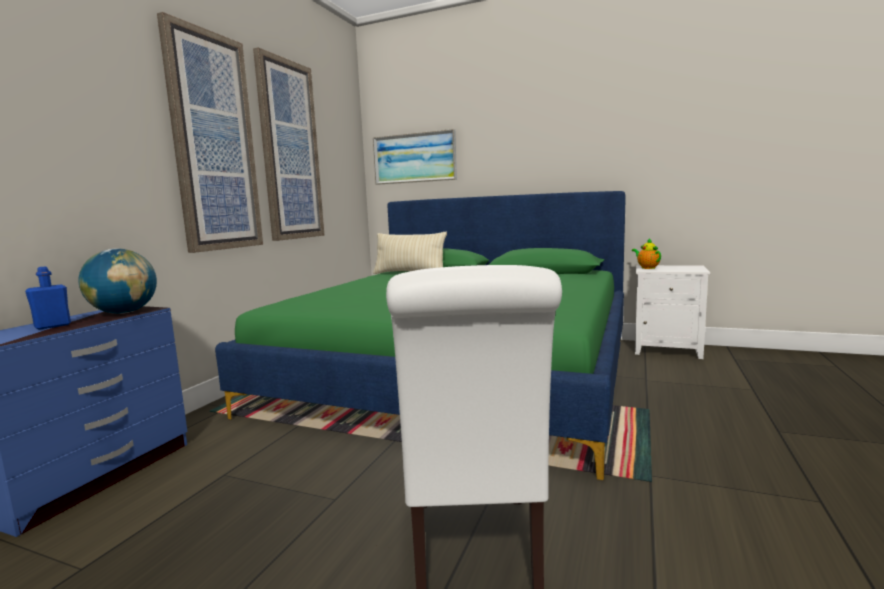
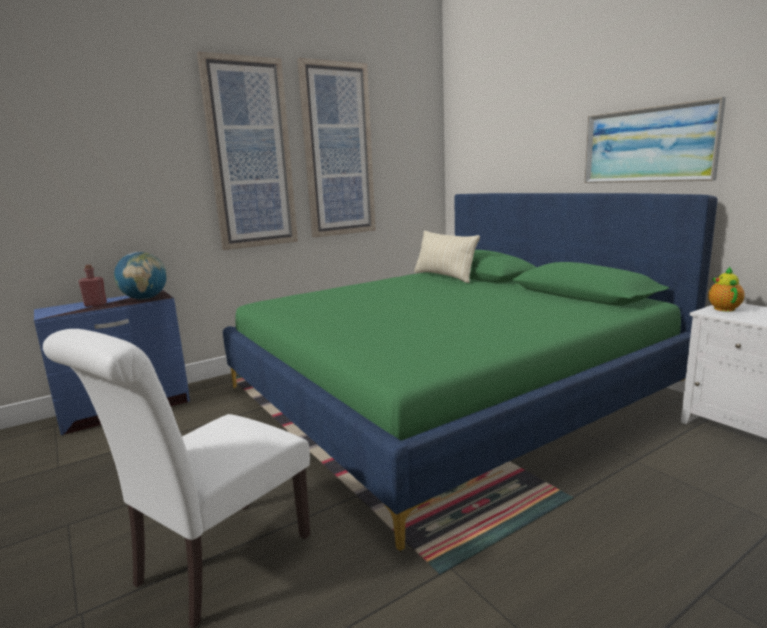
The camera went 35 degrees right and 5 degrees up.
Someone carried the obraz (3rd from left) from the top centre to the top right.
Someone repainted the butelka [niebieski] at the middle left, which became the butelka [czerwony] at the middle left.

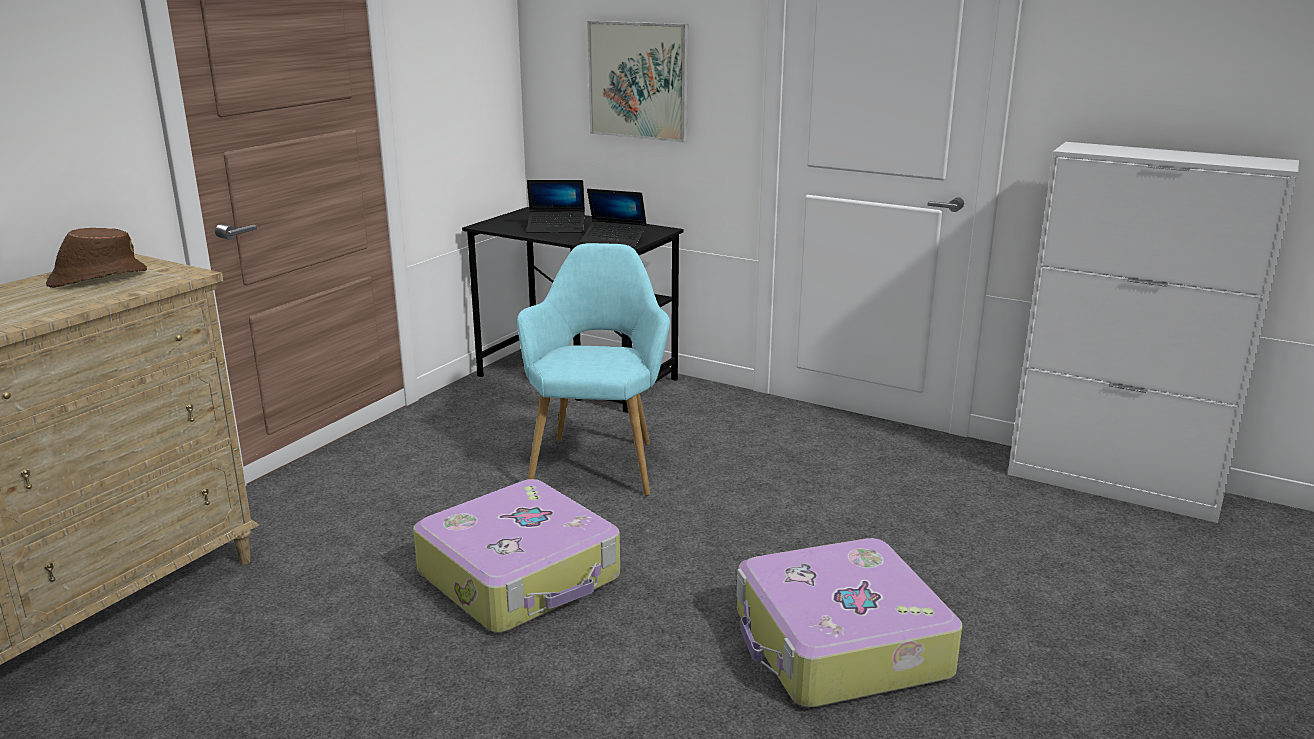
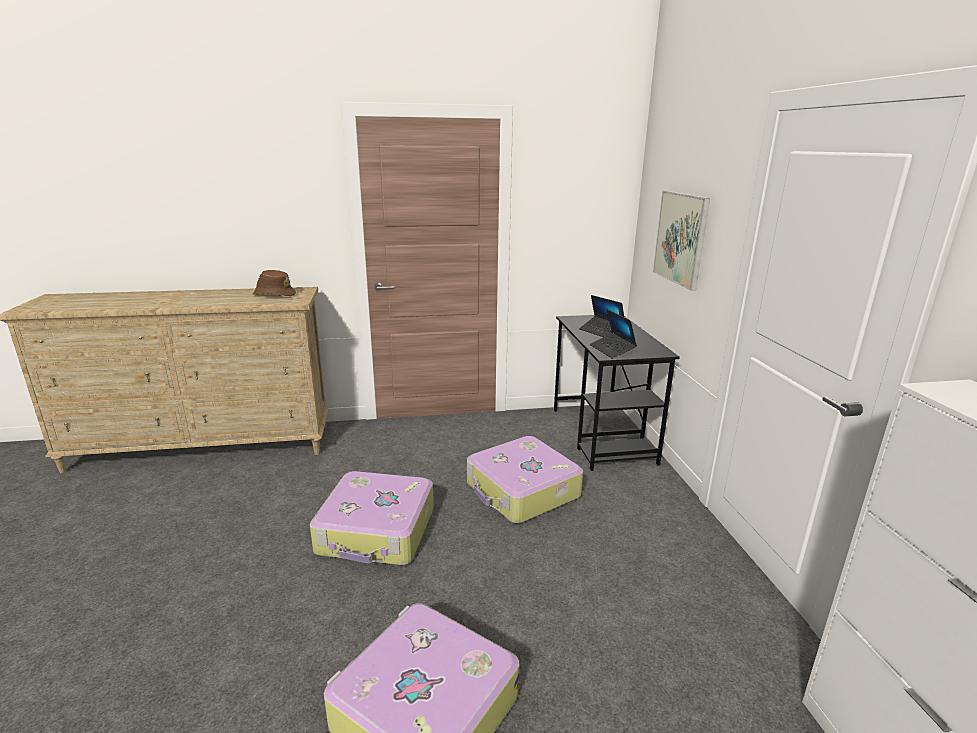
The camera went 50 degrees right and 0 degrees up.
Someone swapped the fotel [turkusowy] at the centre for the walizka (3rd from left) at the centre.

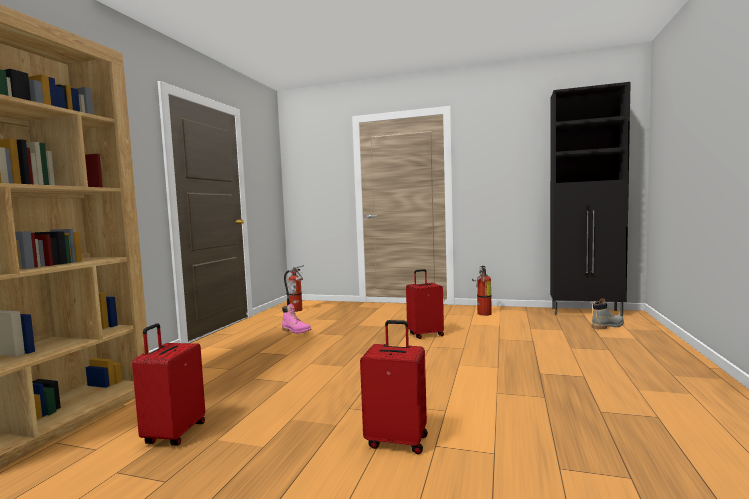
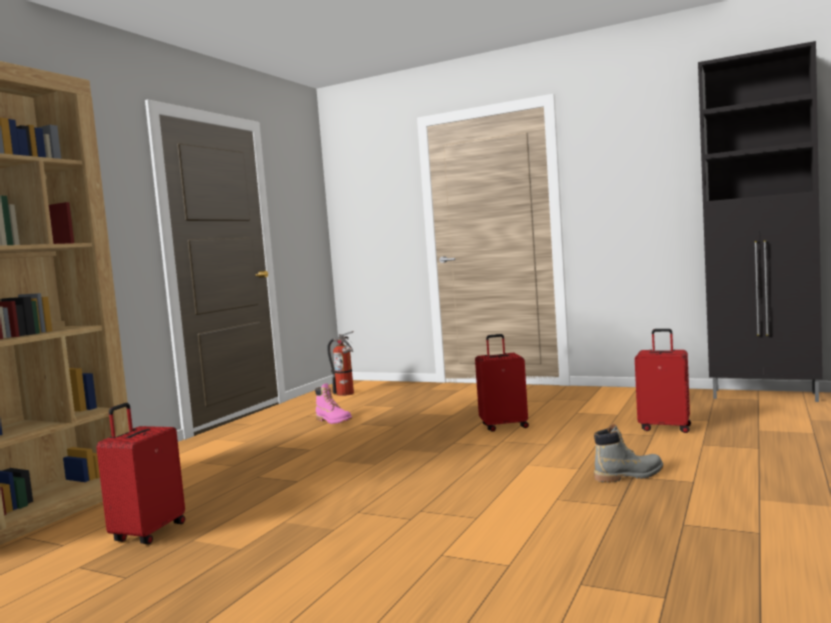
The camera went 10 degrees right and 0 degrees up.
Someone took away the gaśnica (2nd from left) at the centre.
Someone carried the walizka [czerwony] (2nd from left in the first image) from the bottom centre to the middle right.
Someone carried the but z cholewką [szary] from the middle right to the bottom right.

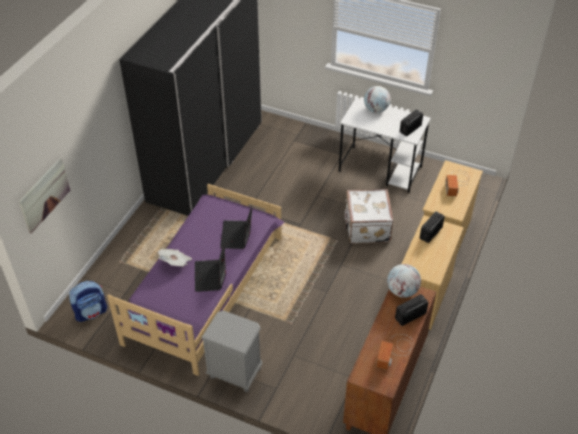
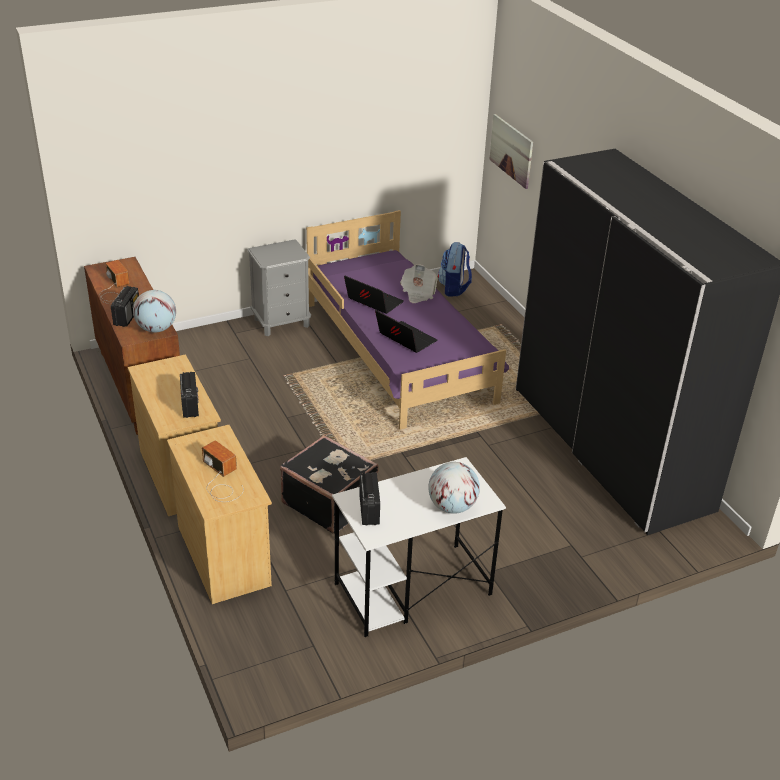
The camera went 130 degrees right and 10 degrees down.
Someone repainted the walizka [biały] at the centre, which became the walizka [czarny] at the centre.

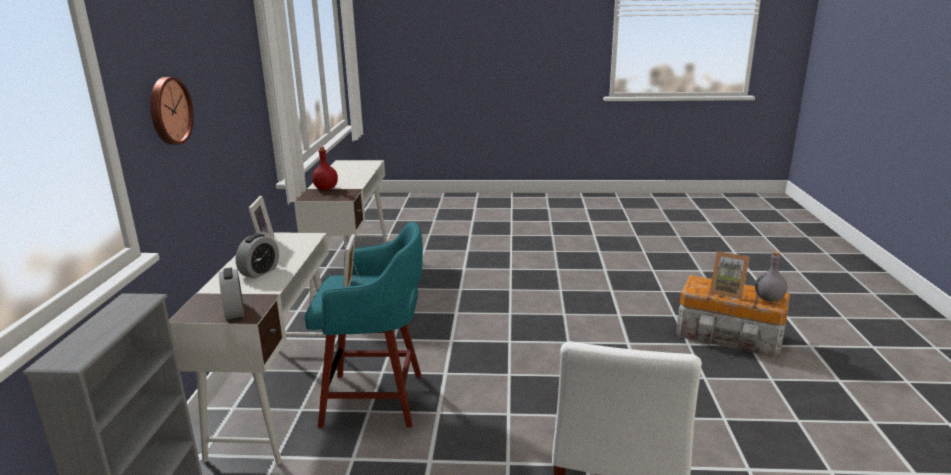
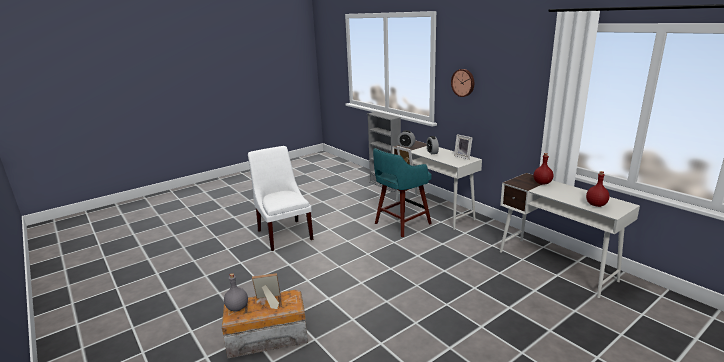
The camera went 140 degrees right and 0 degrees up.
Someone put down the butelka [czerwony] (2nd from left) at the middle right.

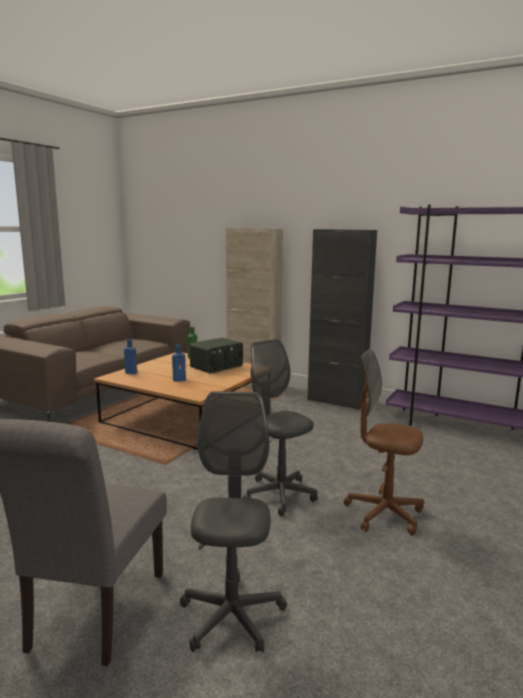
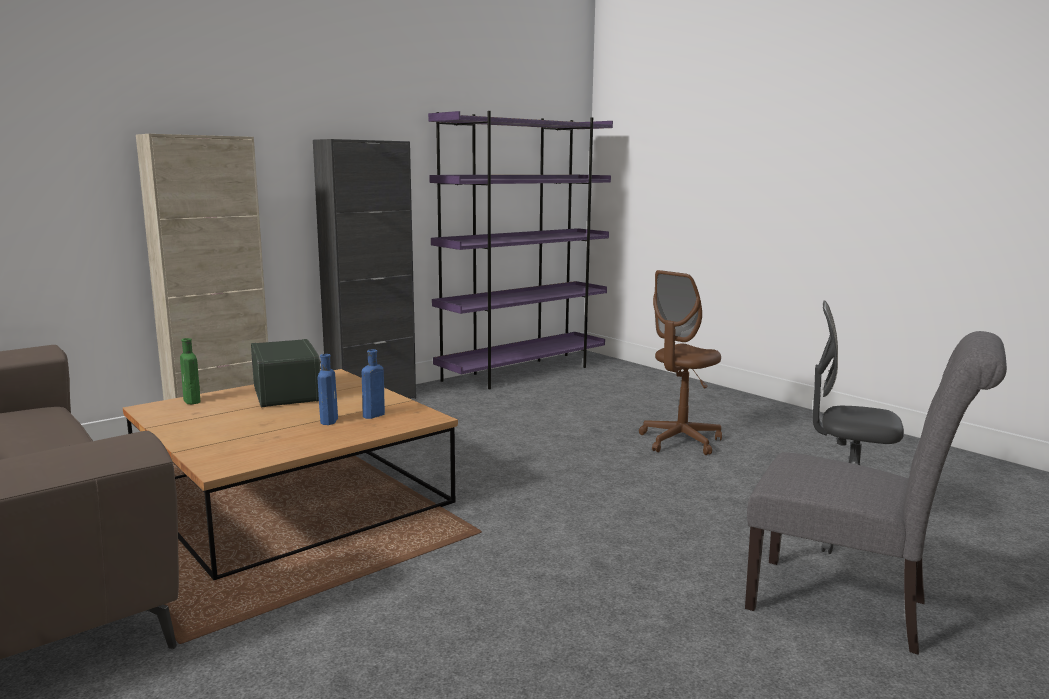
The camera went 70 degrees left and 0 degrees up.
Someone took away the krzesło biurowe [szary] (2nd from left) at the centre.
Someone carried the butelka [niebieski] (1st from left in the first image) from the middle left to the centre.

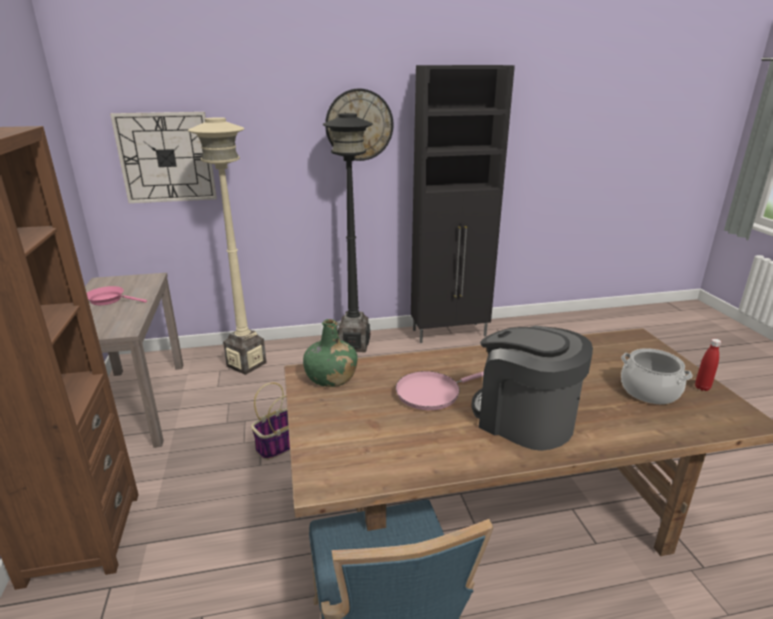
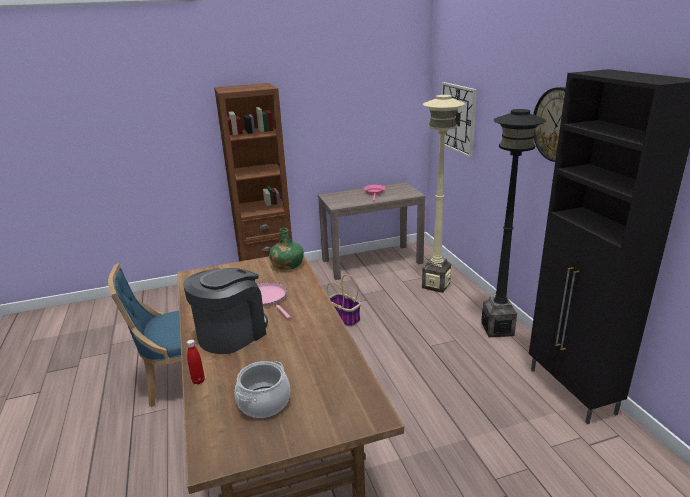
The camera went 85 degrees right and 0 degrees up.
Someone carried the butelka [czerwony] from the middle right to the bottom left.

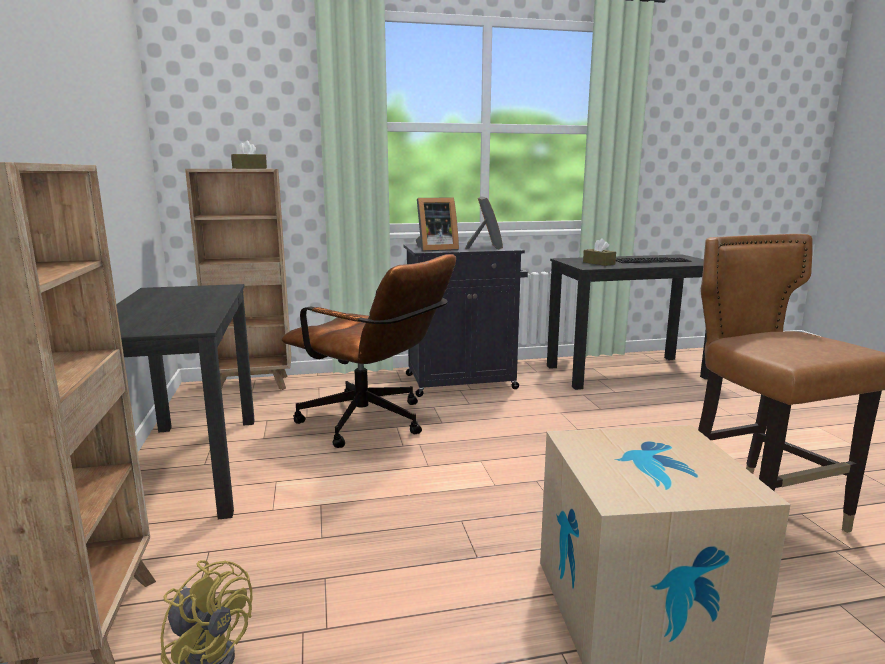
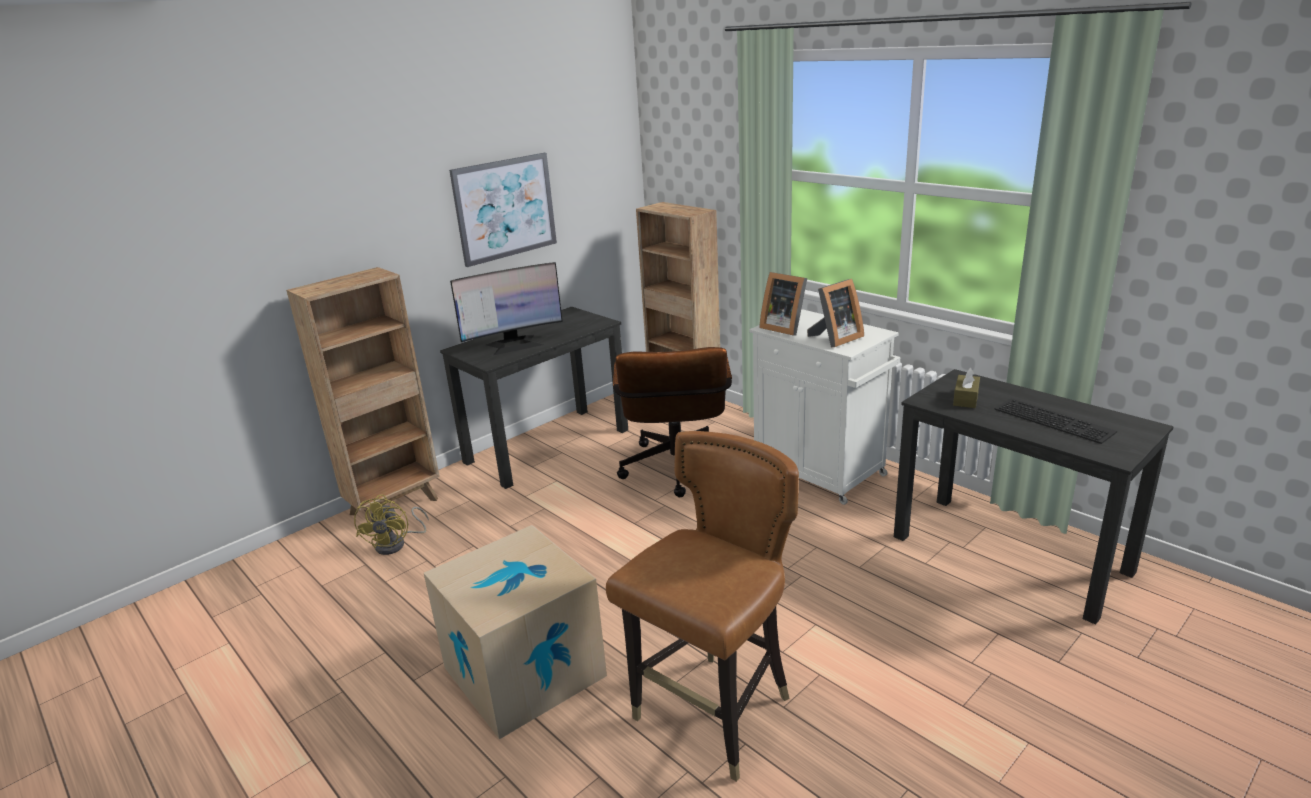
The camera went 60 degrees right and 10 degrees up.
Someone took away the pudełko chusteczek [brązowy] (1st from left) at the top left.
Someone put up the obraz at the top centre.
Someone put down the monitor at the centre.
Someone repainted the szafka [czarny] at the centre, which became the szafka [biały] at the centre.

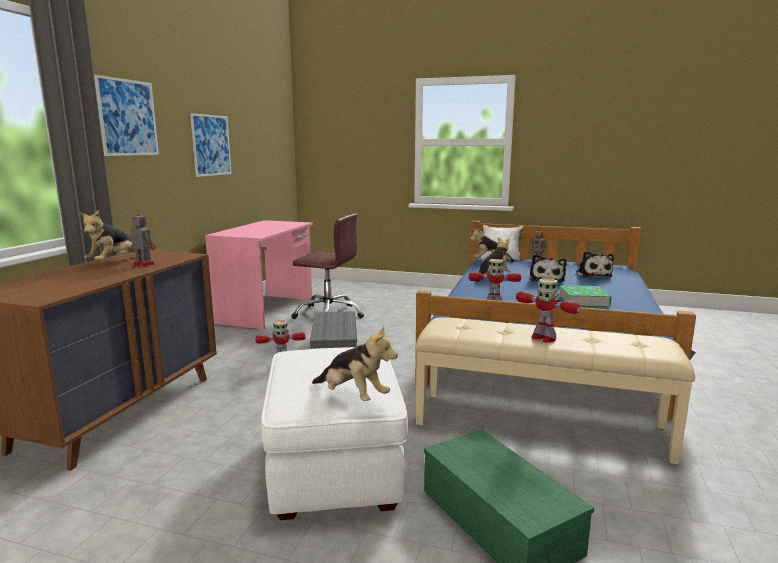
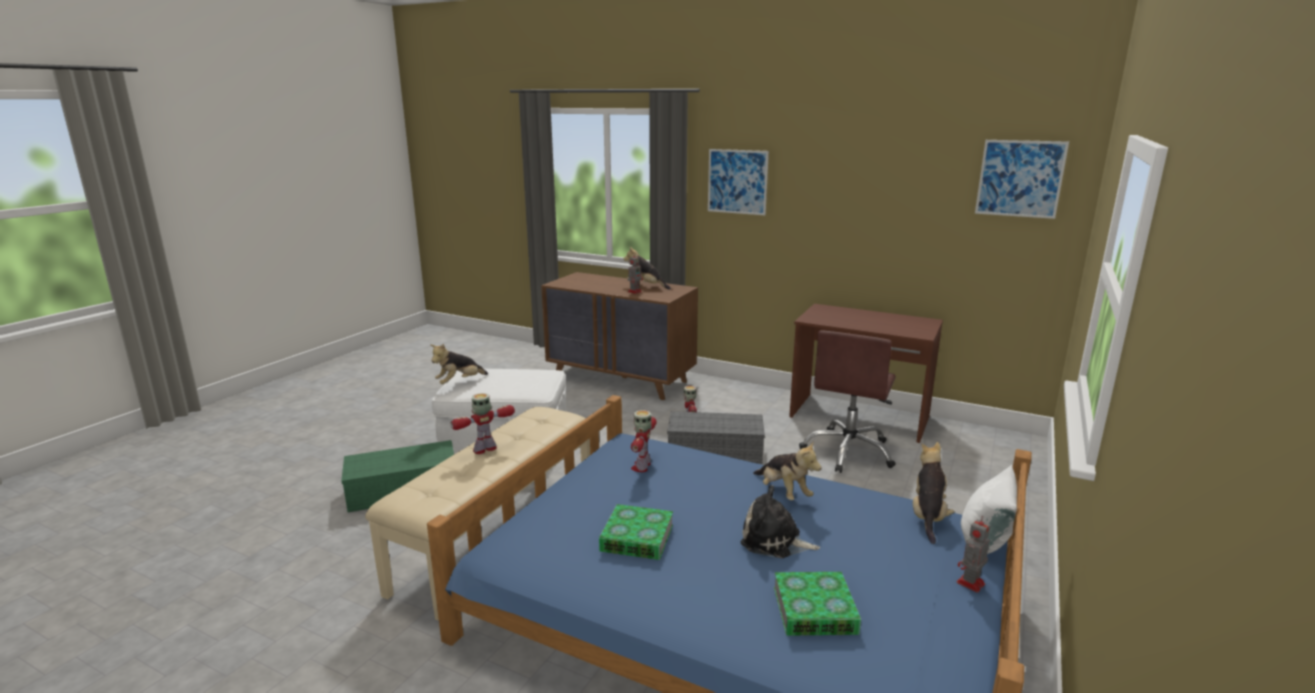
The camera went 100 degrees right and 5 degrees up.
Someone carried the obraz (2nd from left) from the top left to the top right.
Someone swapped the pluszak (6th from left) at the middle right for the książka (2nd from left) at the bottom centre.
Someone repainted the biurko [różowy] at the middle left, which became the biurko [brązowy] at the centre.

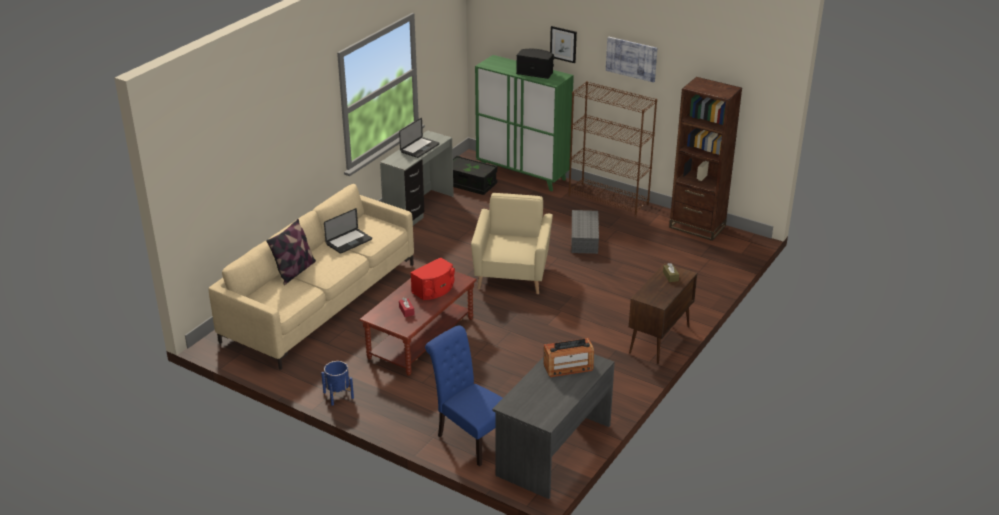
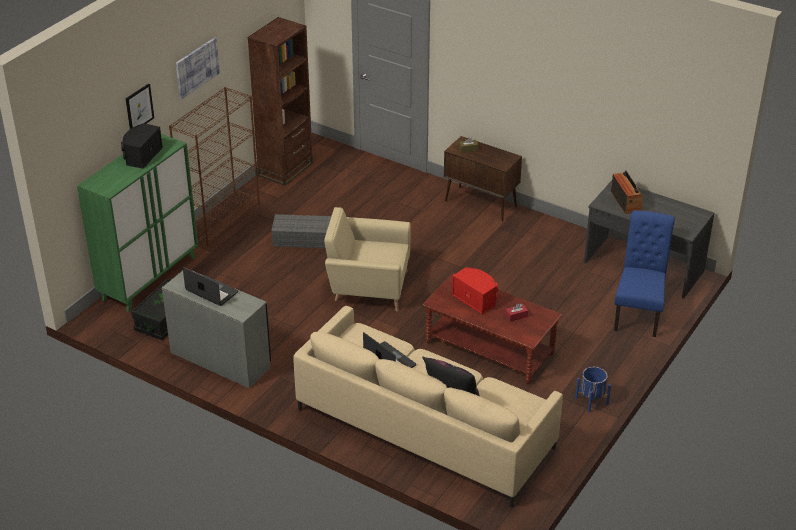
The camera went 90 degrees left and 5 degrees up.
Someone rotated the krzesło [niebieski] at the bottom centre by 150 degrees clockwise.

